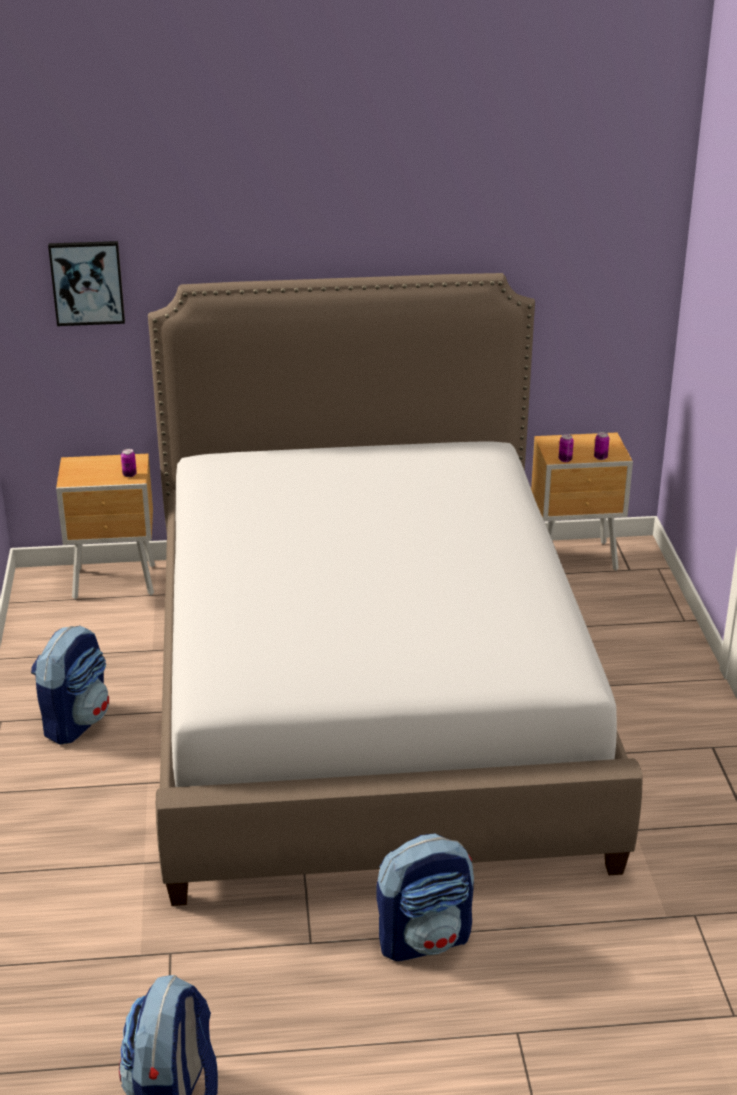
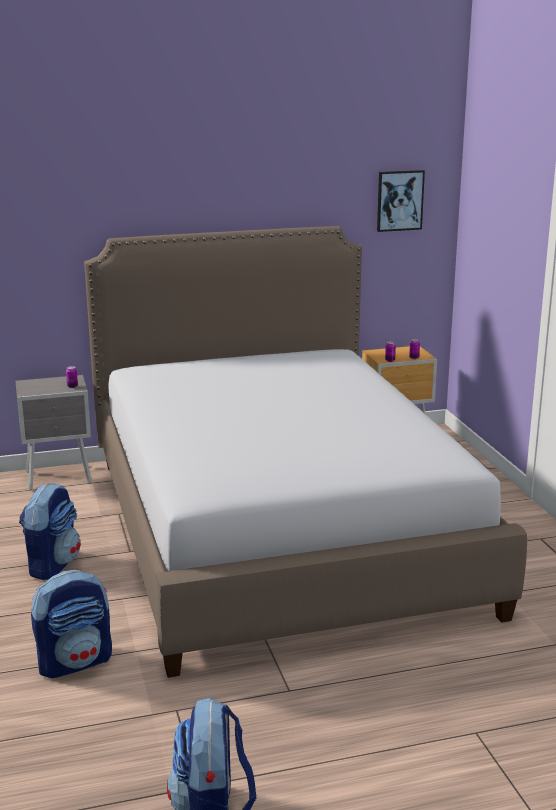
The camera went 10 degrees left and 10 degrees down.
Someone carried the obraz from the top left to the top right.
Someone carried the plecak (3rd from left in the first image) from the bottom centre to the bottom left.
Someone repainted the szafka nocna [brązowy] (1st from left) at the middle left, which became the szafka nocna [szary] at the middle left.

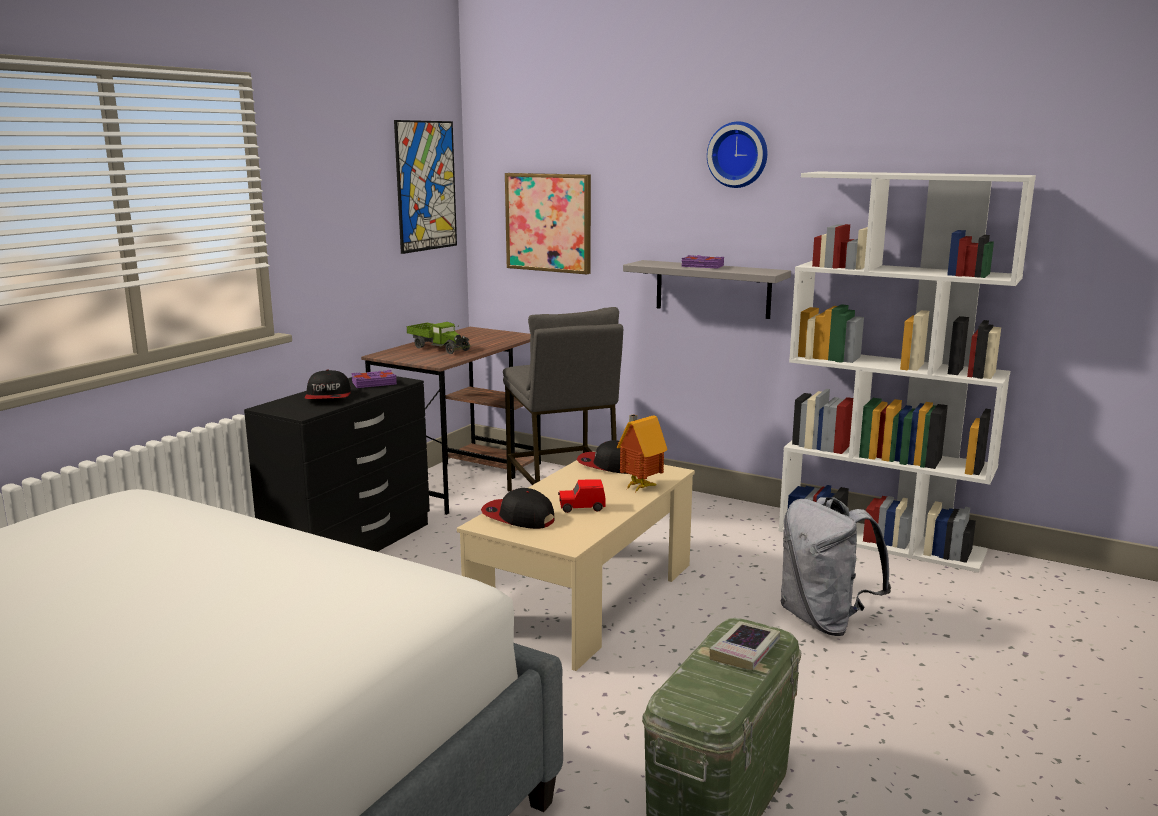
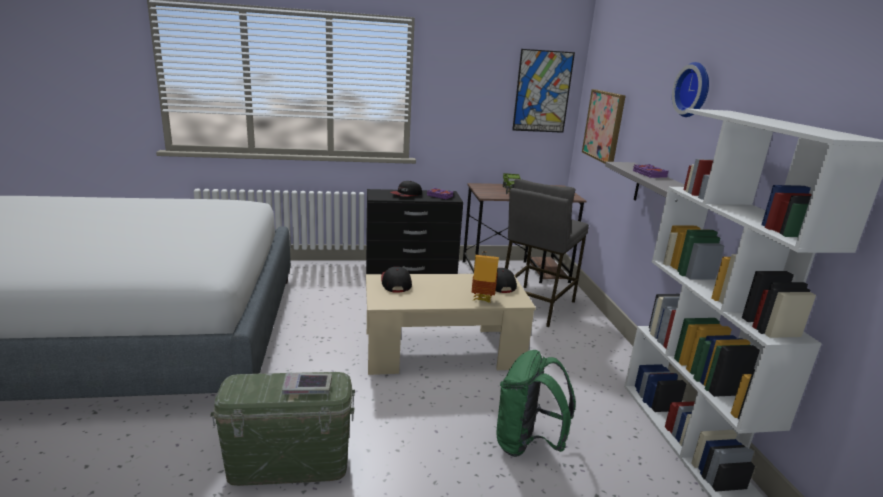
The camera went 50 degrees right and 5 degrees up.
Someone took away the samochodzik [czerwony] at the centre.
Someone repainted the plecak [szary] at the bottom right, which became the plecak [zielony] at the bottom centre.

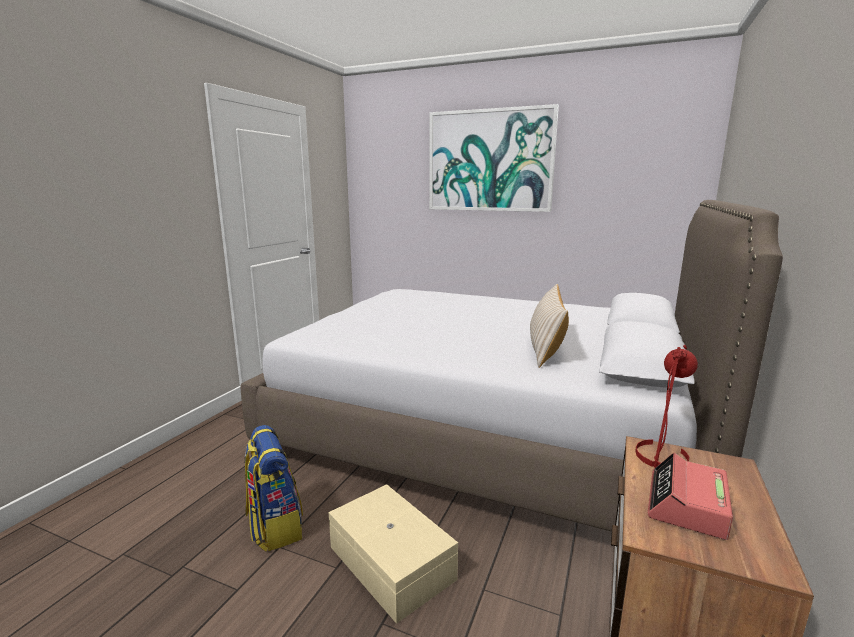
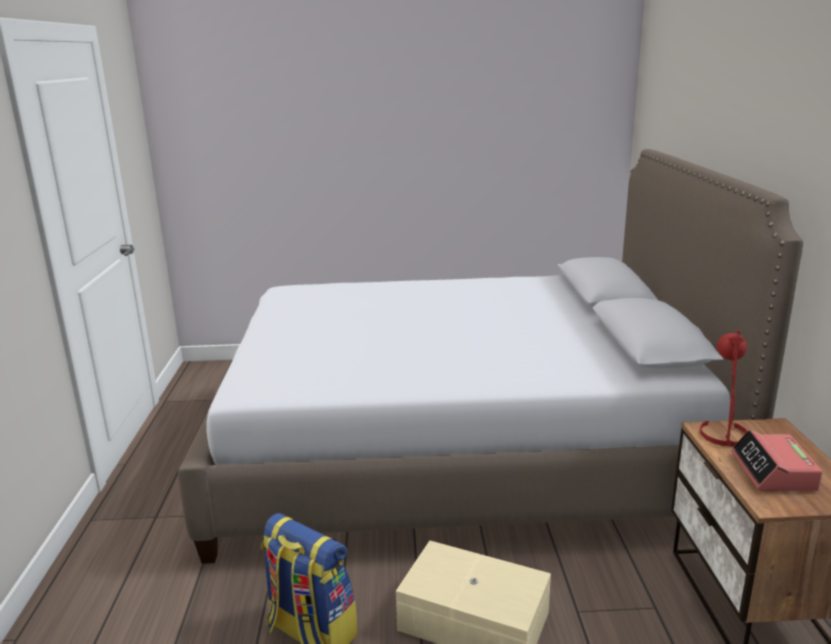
The camera went 25 degrees left and 5 degrees up.
Someone took away the obraz at the top centre.
Someone took away the poduszka [beżowy] at the centre.

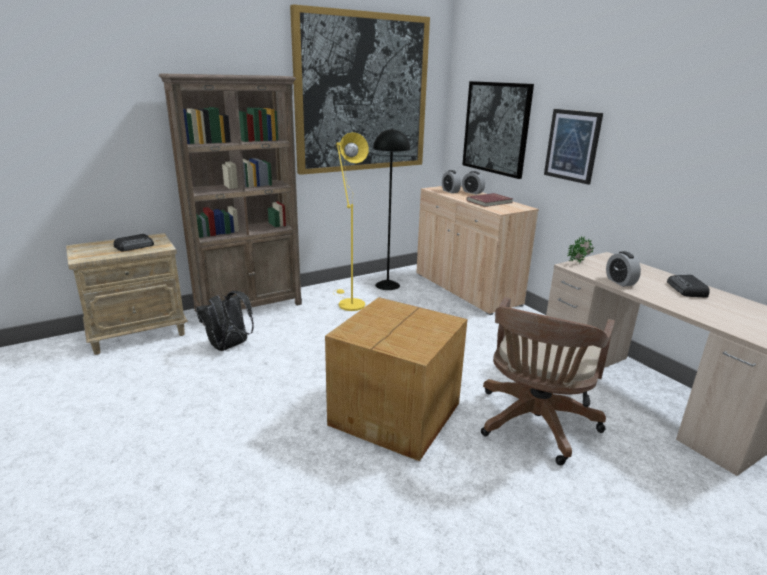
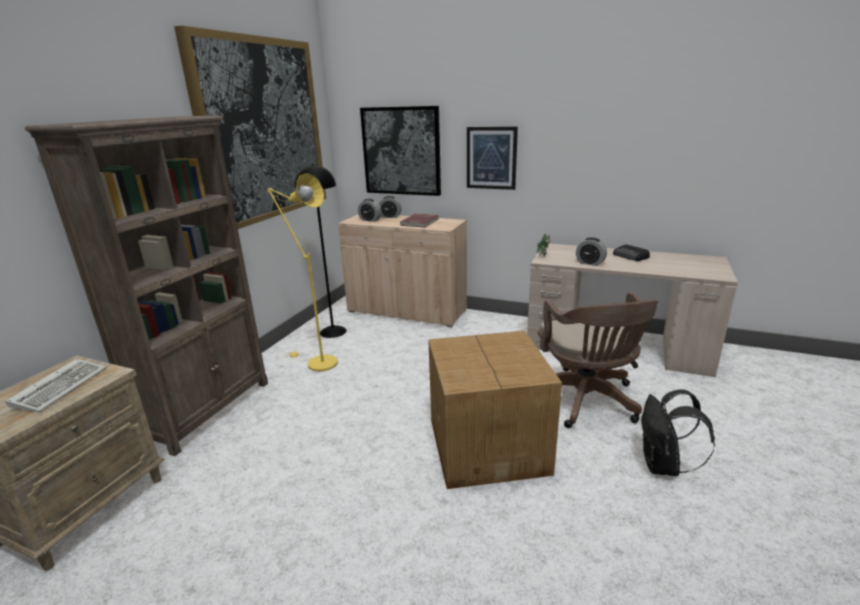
The camera went 35 degrees left and 0 degrees up.
Someone carried the plecak [czarny] from the middle left to the bottom right.
Someone swapped the radio (1st from left) at the middle left for the klawiatura at the middle left.

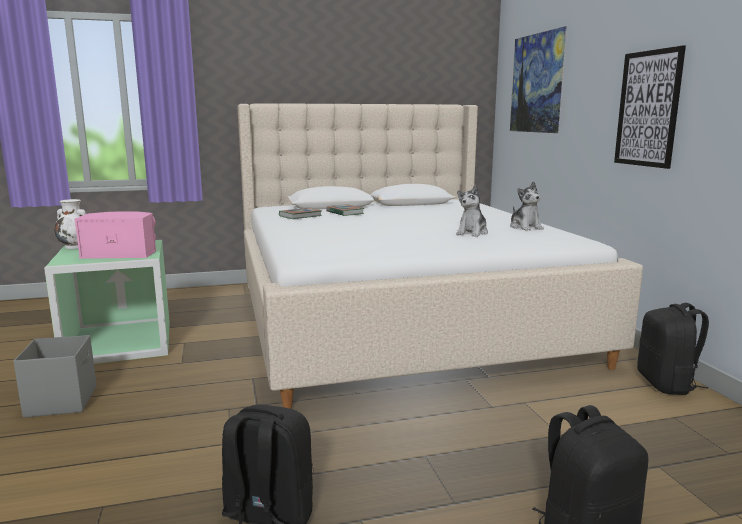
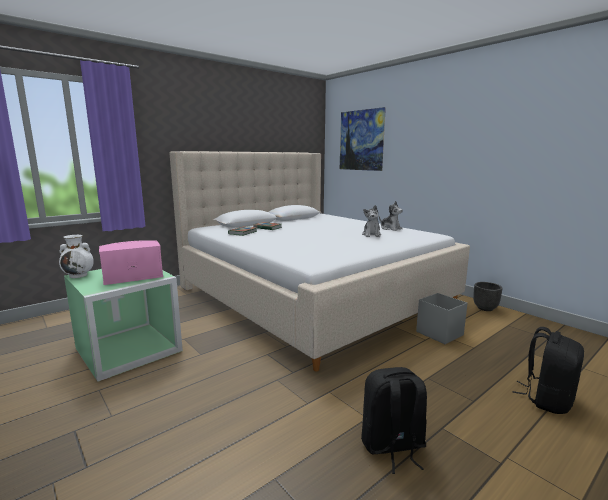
The camera went 25 degrees left and 0 degrees up.
Someone took away the obraz (2nd from left) at the top right.
Someone carried the pojemnik do przechowywania [szary] from the bottom left to the middle right.
Someone swapped the plecak [czarny] (3rd from left) at the middle right for the donica [czarny] at the middle right.

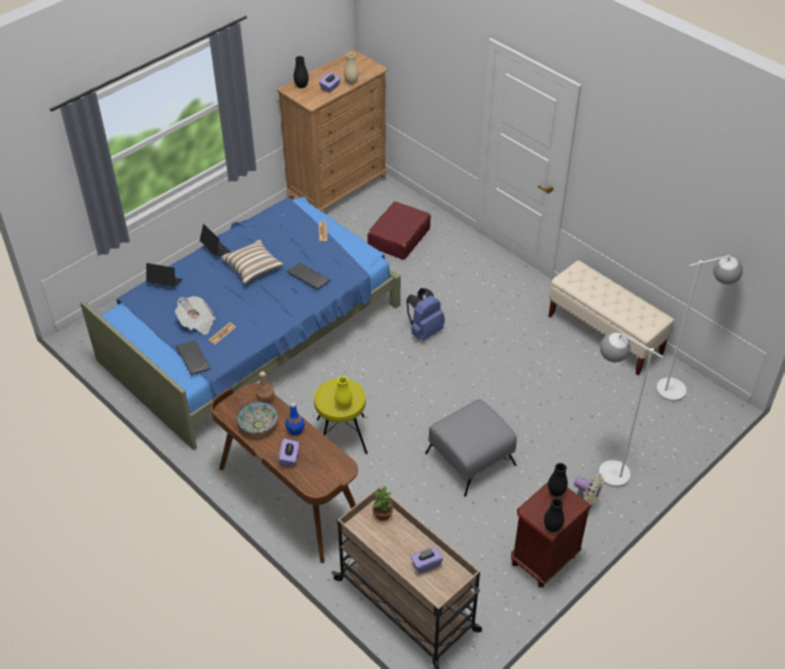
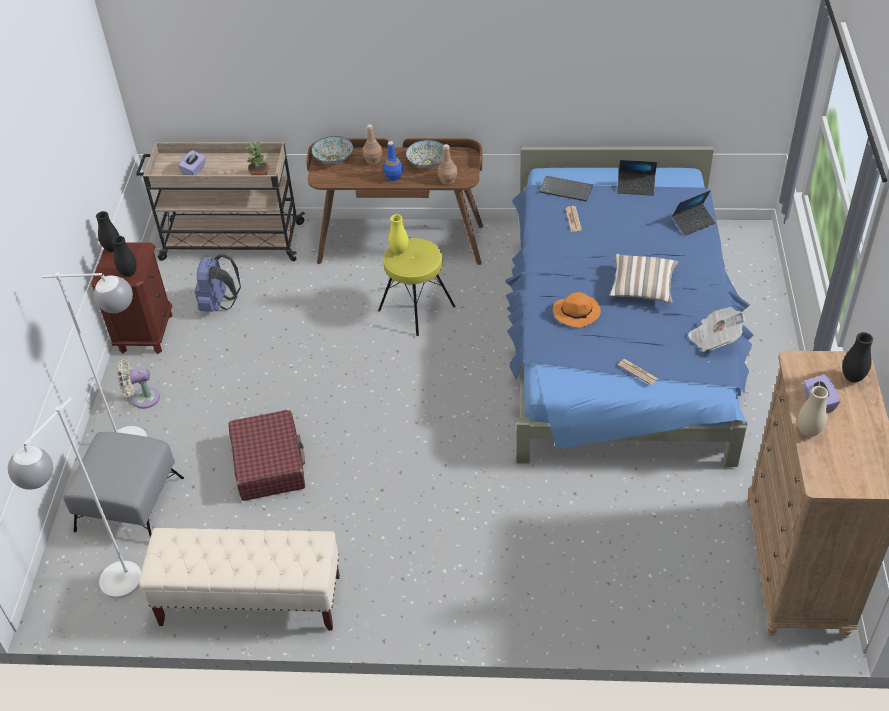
The camera went 140 degrees right and 0 degrees up.
Someone put down the miska (1st from left) at the top centre.
Someone carried the gazeta (1st from left in the first image) from the middle left to the middle right.
Someone carried the laptop (2nd from left in the first image) from the middle left to the top right.
Someone carried the walizka [czerwony] from the centre to the middle left.
Someone carried the plecak [niebieski] from the centre to the middle left.
Someone carried the pufa [szary] from the bottom centre to the bottom left.
Someone swapped the pudełko chusteczek [fioletowy] (1st from left) at the bottom centre for the butelka [brązowy] (1st from left) at the top centre.
Someone swapped the klawiatura (2nd from left) at the centre for the kapelusz [pomarańczowy] at the centre.

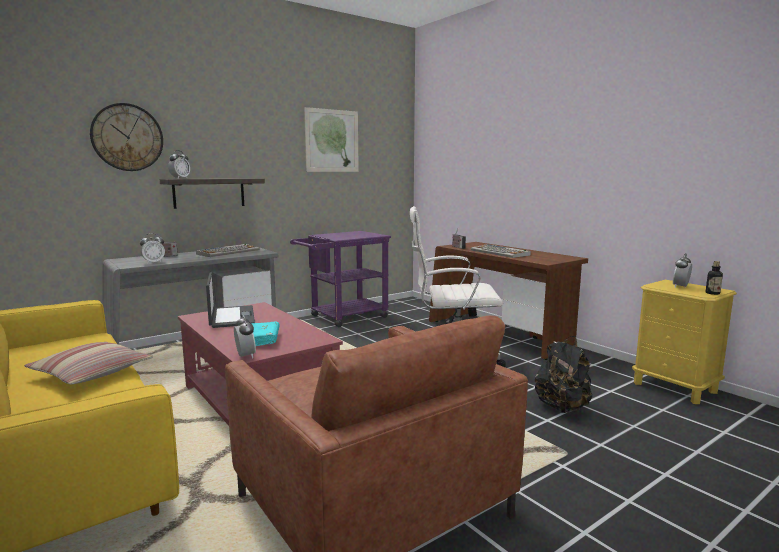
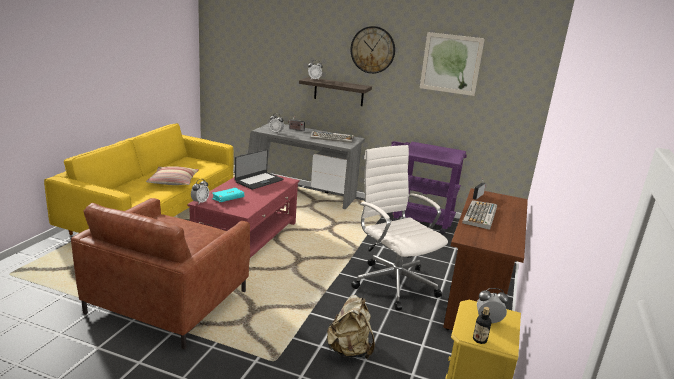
The camera went 55 degrees right and 10 degrees up.
Someone carried the zegar ścienny from the top left to the top centre.
Someone repainted the plecak [czarny] at the bottom right, which became the plecak [beżowy] at the bottom centre.

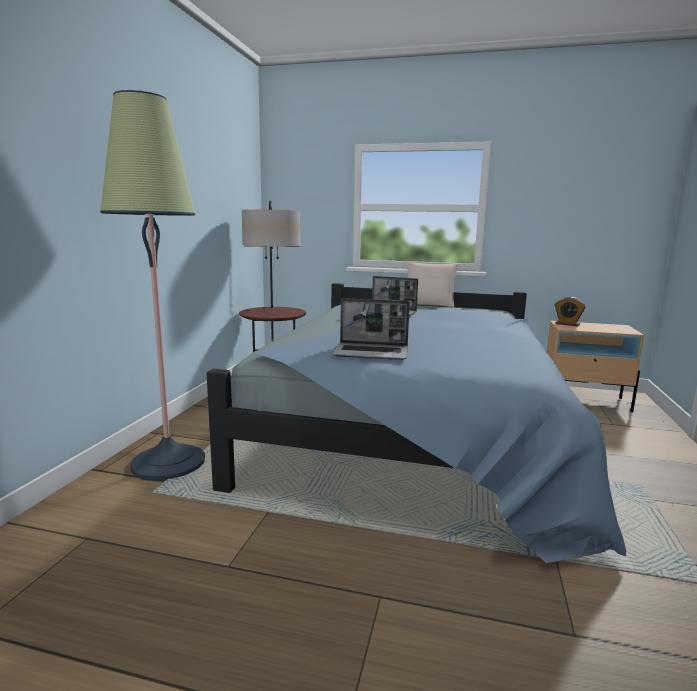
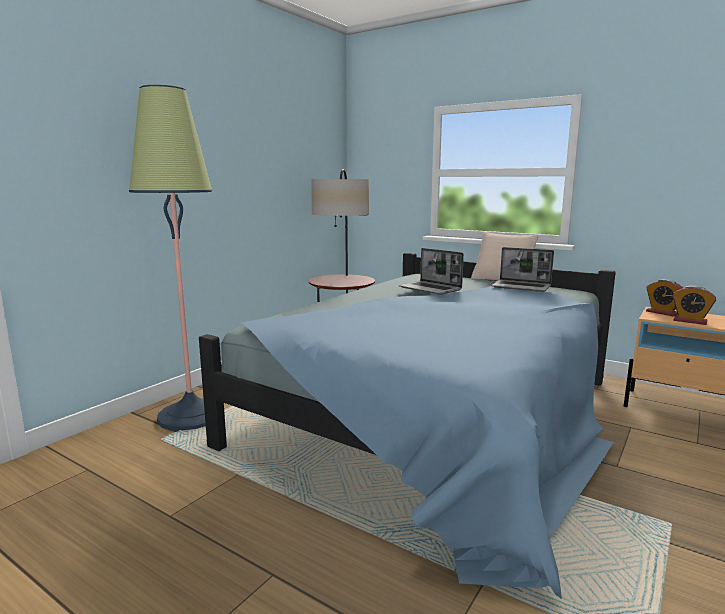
The camera went 20 degrees right and 0 degrees up.
Someone put down the budzik (2nd from left) at the middle right.
Someone carried the laptop (1st from left in the first image) from the centre to the middle right.

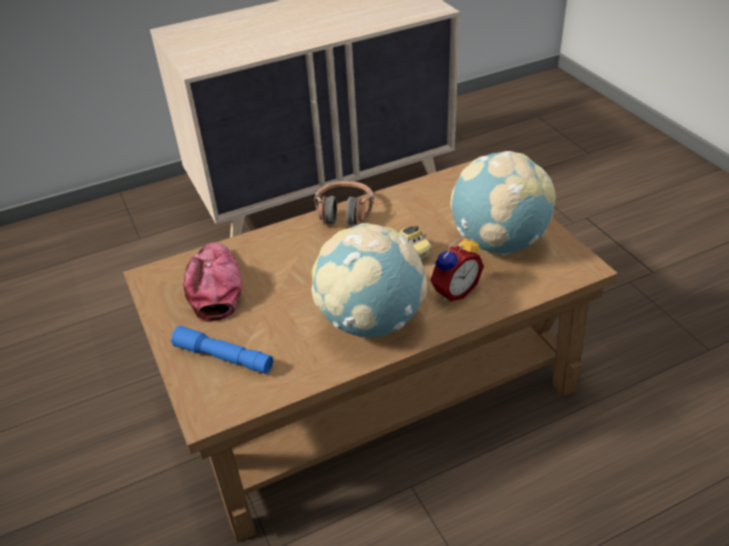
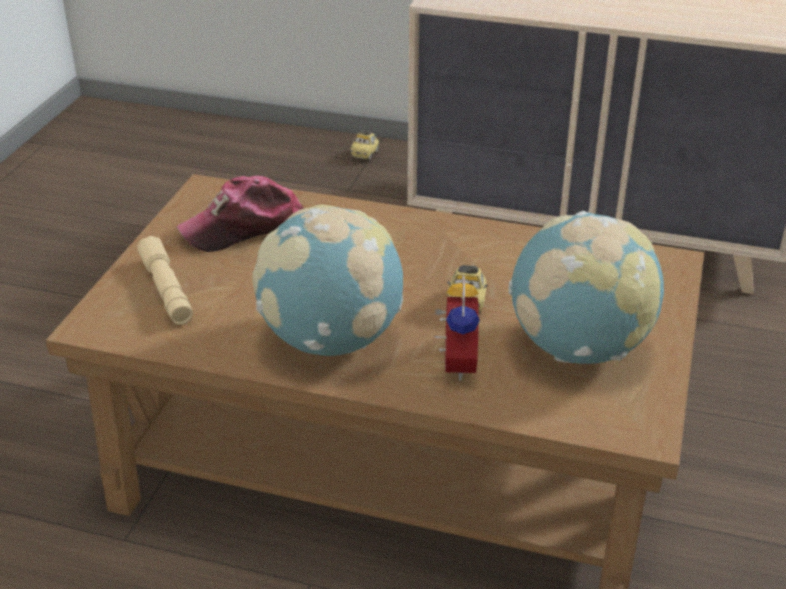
The camera went 40 degrees right and 5 degrees down.
Someone took away the słuchawki at the centre.
Someone put down the samochodzik (1st from left) at the top centre.
Someone repainted the latarka [niebieski] at the middle left, which became the latarka [beżowy] at the middle left.
Someone rotated the czapka z daszkiem at the middle left by 150 degrees counterclockwise.
Someone rotated the budzik at the centre by 90 degrees counterclockwise.

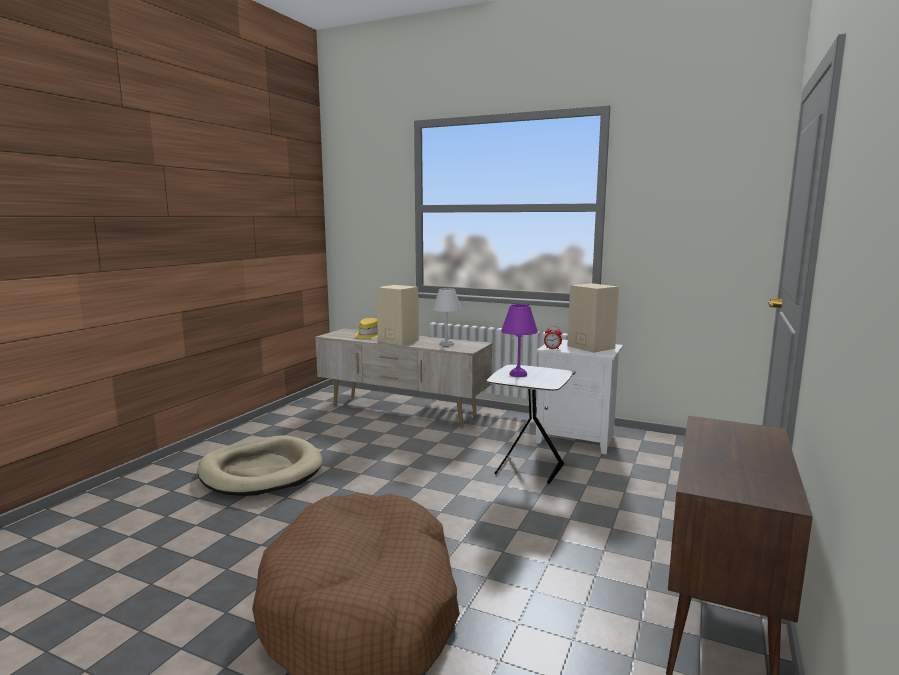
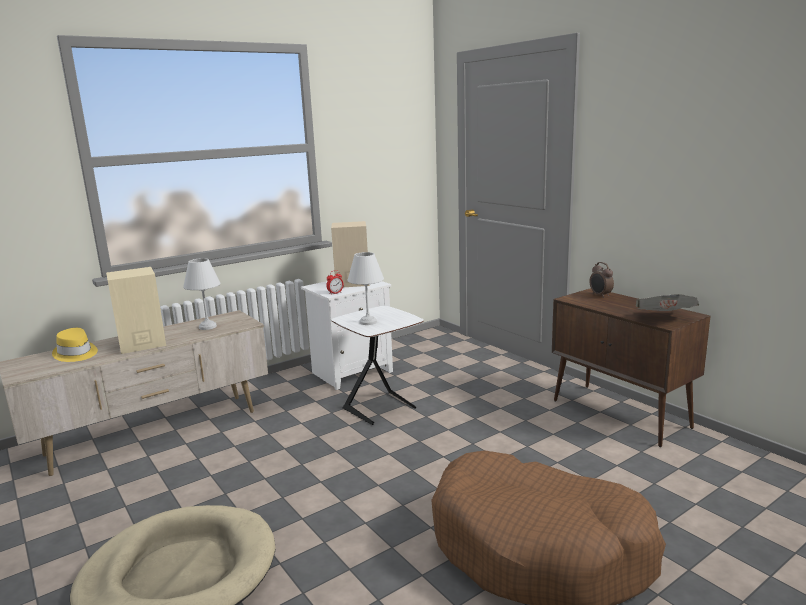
The camera went 60 degrees left and 5 degrees up.
Someone put down the budzik (2nd from left) at the middle right.
Someone put down the gazeta at the middle right.
Someone repainted the lampa stołowa [fioletowy] at the centre, which became the lampa stołowa [biały] (2nd from left) at the centre.

